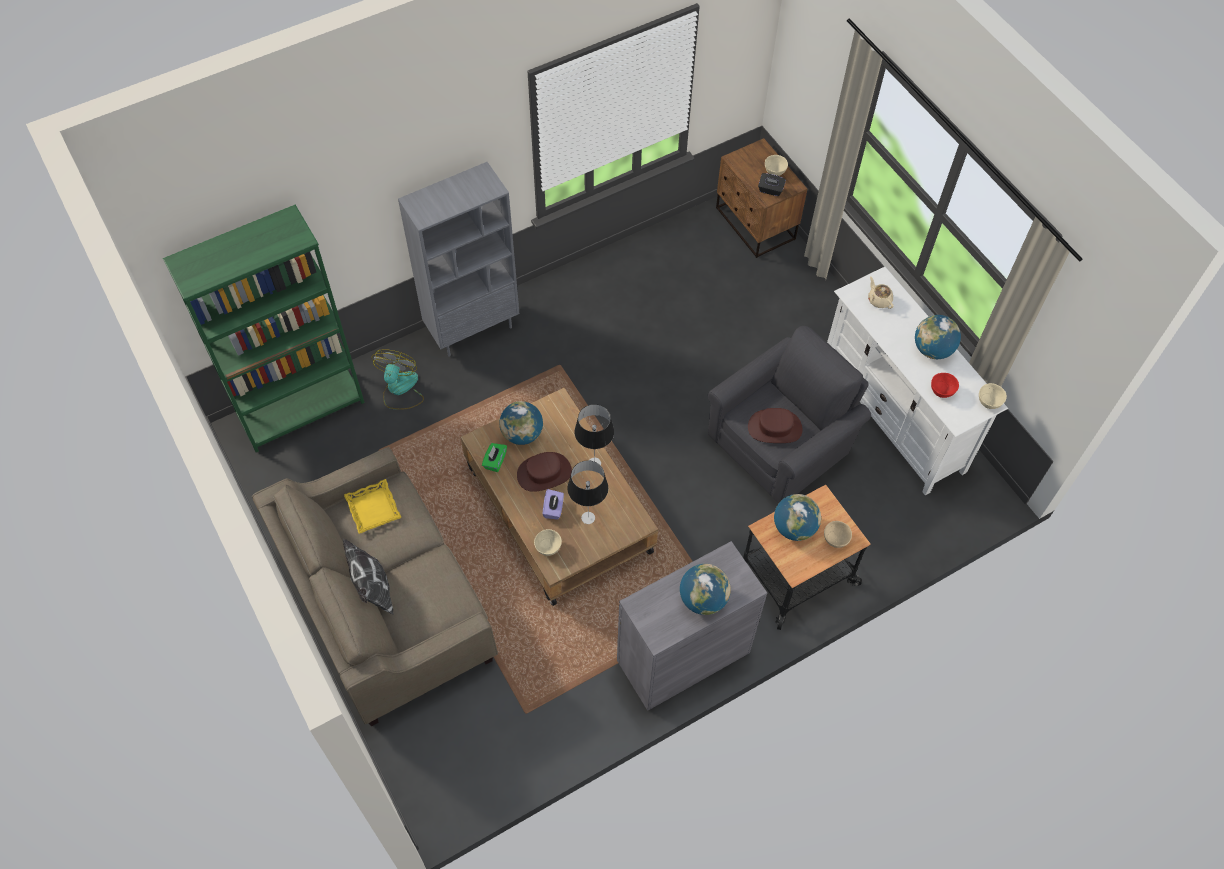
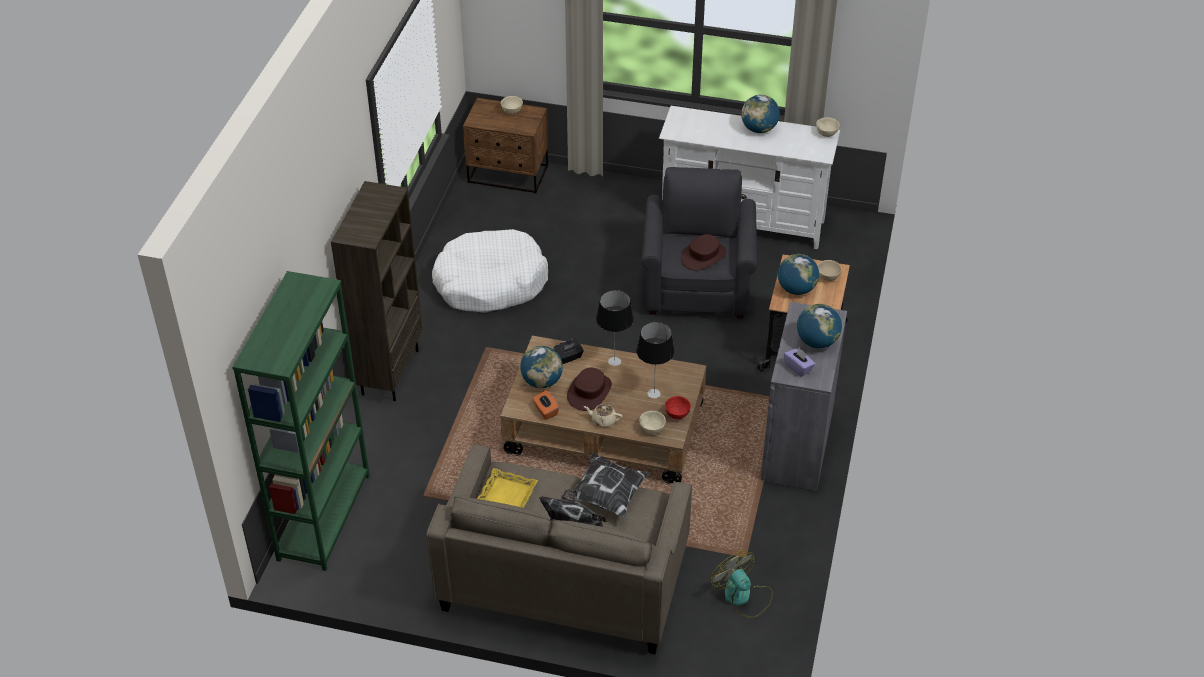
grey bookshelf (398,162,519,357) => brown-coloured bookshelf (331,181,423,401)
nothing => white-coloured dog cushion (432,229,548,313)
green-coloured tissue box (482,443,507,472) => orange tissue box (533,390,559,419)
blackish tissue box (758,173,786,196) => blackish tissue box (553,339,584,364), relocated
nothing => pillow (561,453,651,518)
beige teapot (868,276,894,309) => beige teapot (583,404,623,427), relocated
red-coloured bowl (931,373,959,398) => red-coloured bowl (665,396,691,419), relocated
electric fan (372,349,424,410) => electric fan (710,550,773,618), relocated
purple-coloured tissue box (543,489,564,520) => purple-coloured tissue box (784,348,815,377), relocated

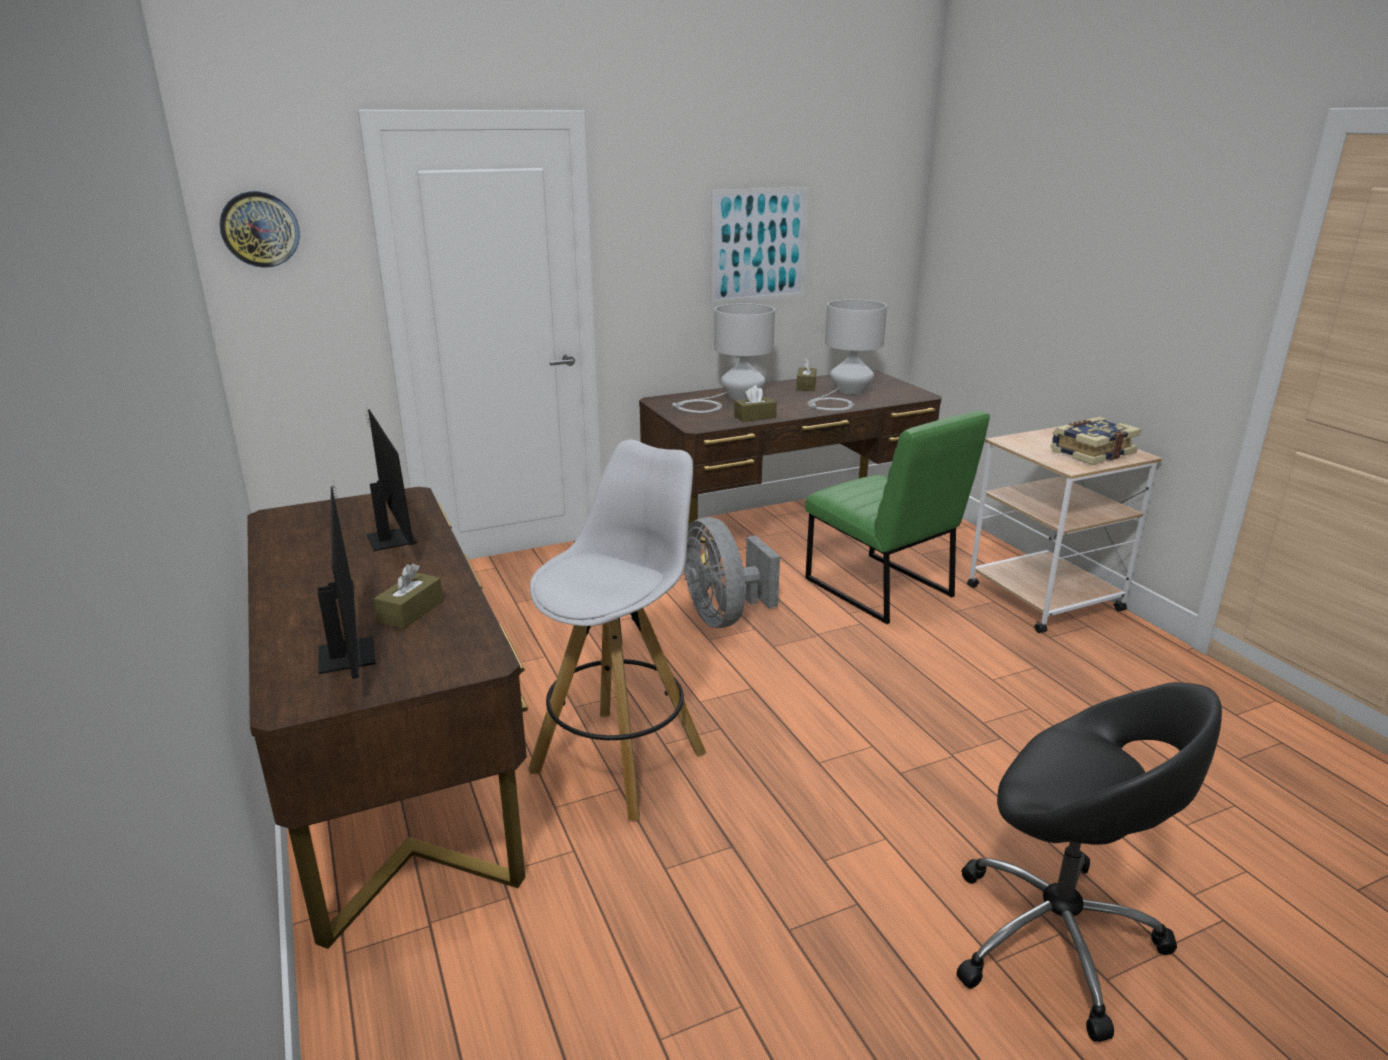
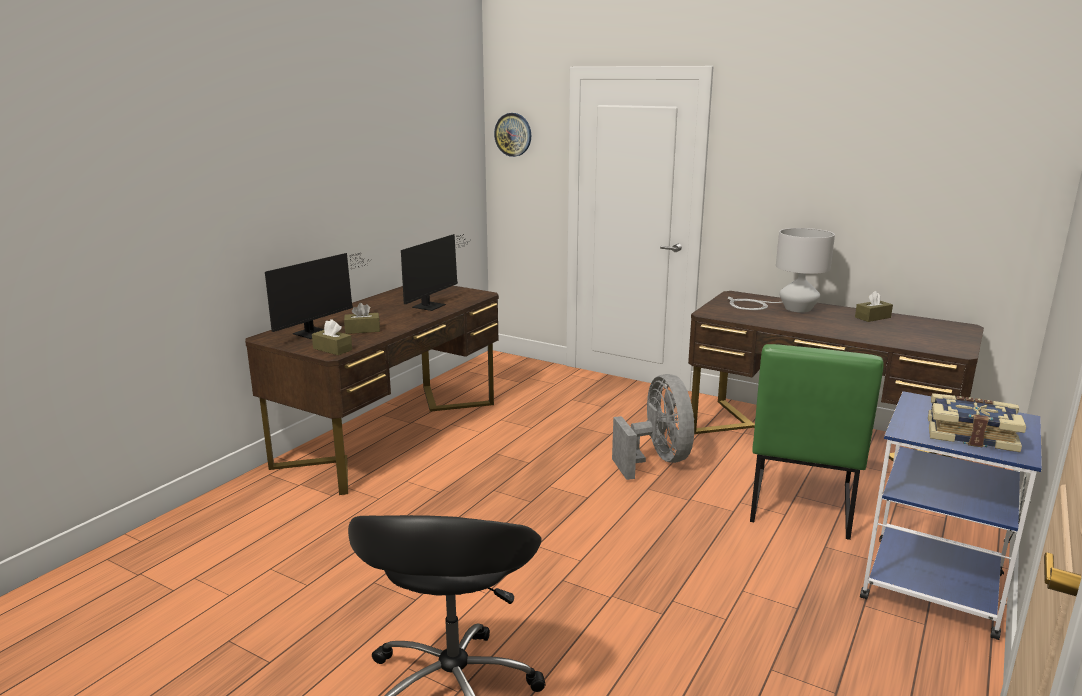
brown-coloured tissue box (734,385,777,422) => brown-coloured tissue box (312,319,352,355), relocated
grey electric fan (683,517,780,628) => grey electric fan (612,374,694,480), 135 degrees clockwise
beige wheeled cart (967,426,1162,633) => bluish wheeled cart (860,391,1042,640)
white-coloured stool (528,440,706,821) => nothing
picture (710,187,809,304) => nothing
white-coloured tabletop lamp (808,299,887,411) => nothing

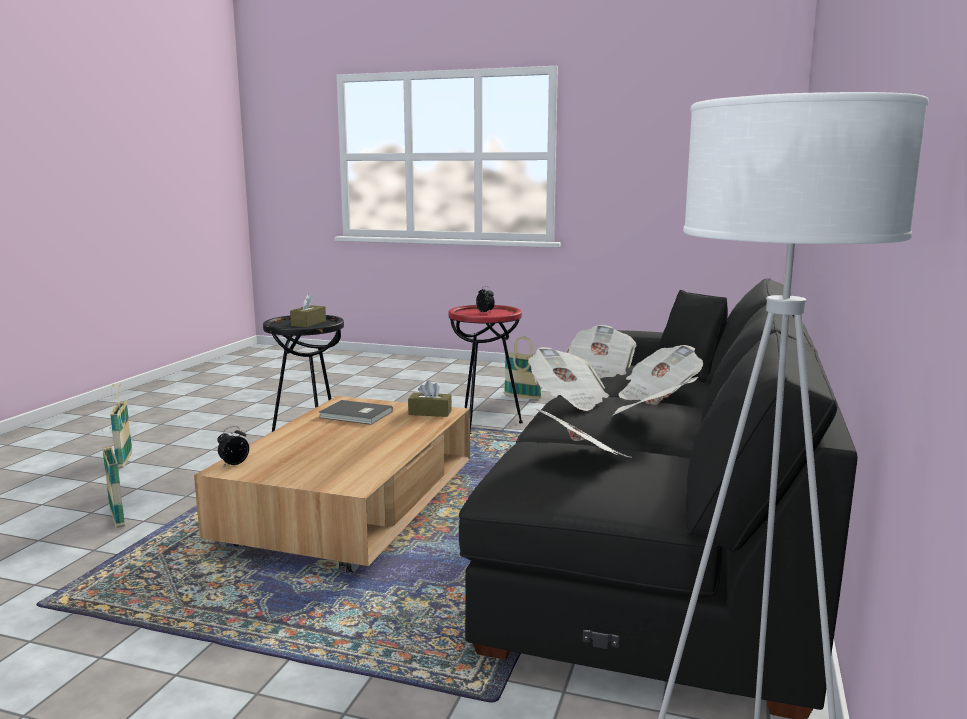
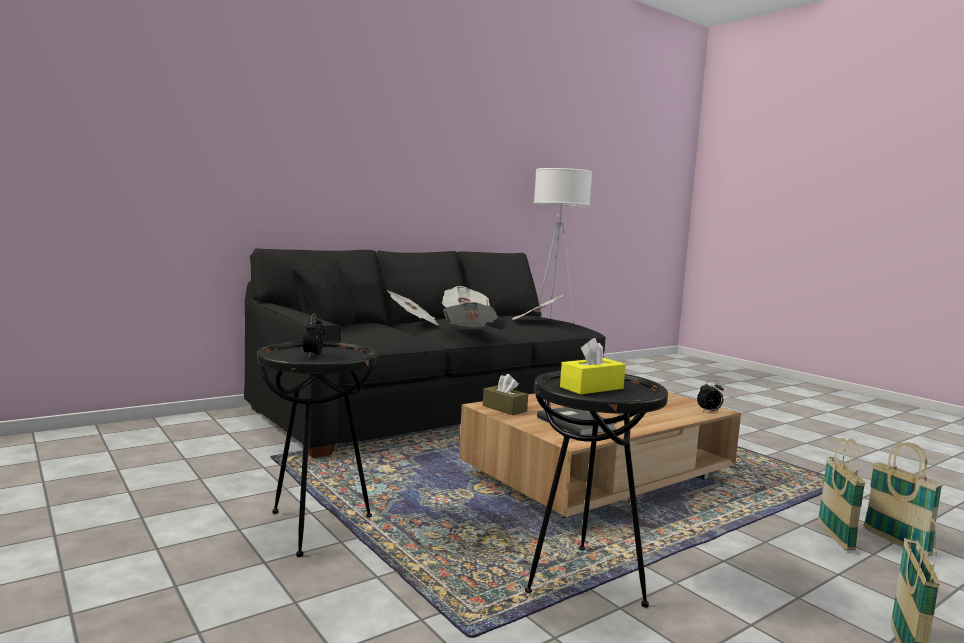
red-coloured accent table (448,305,523,434) => blackish accent table (257,341,376,557)
brown-coloured tissue box (290,294,326,327) => yellow tissue box (560,338,626,395)
basket (504,337,541,400) => basket (863,442,943,556), relocated
newspaper (567,325,637,379) => nothing

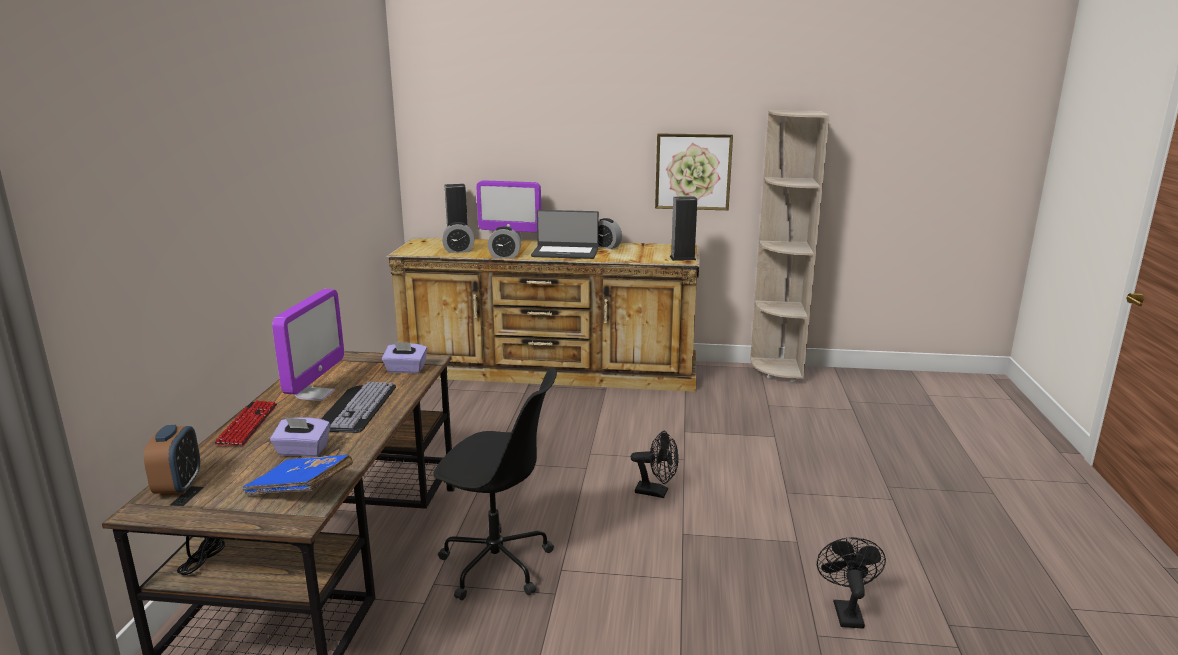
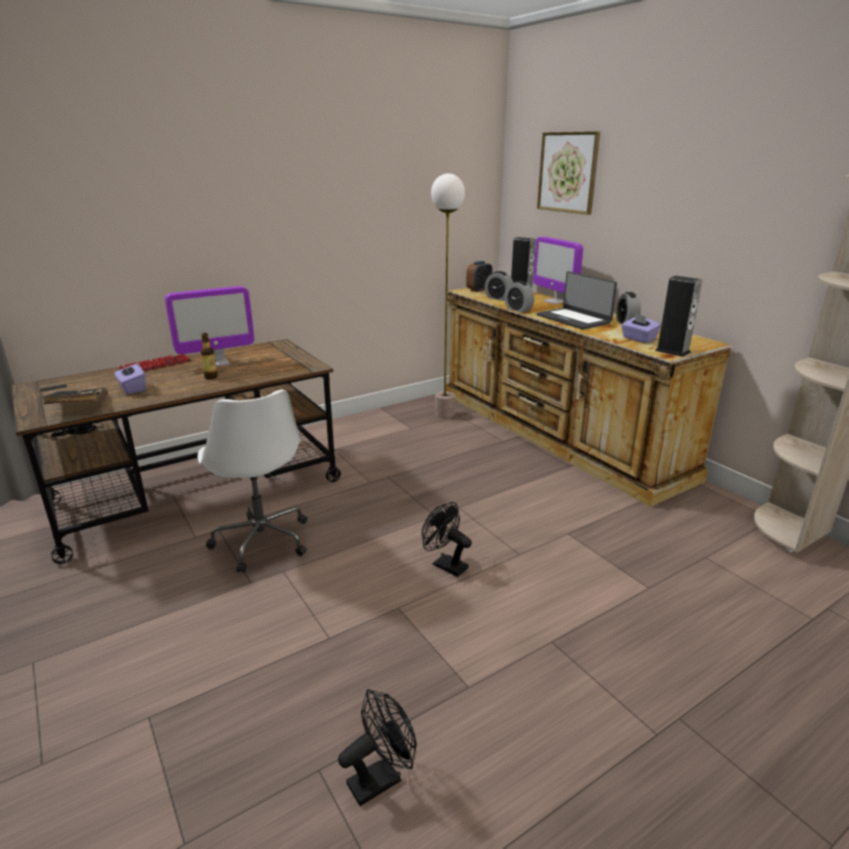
bluish volume (242,455,353,495) => blackish volume (42,388,108,404)
blackish office chair (433,368,557,600) => white-coloured office chair (198,390,308,573)
computer keyboard (321,382,396,433) => drink bottle (201,333,218,379)
blackish electric fan (631,431,679,498) => blackish electric fan (422,502,472,577), 150 degrees clockwise
nothing => floor lamp (431,173,465,418)
bedside clock (144,425,200,496) => bedside clock (466,261,493,292), relocated
picture (655,134,733,210) => picture (537,131,600,215), relocated
purple-coloured tissue box (382,342,427,373) => purple-coloured tissue box (621,314,661,343), relocated

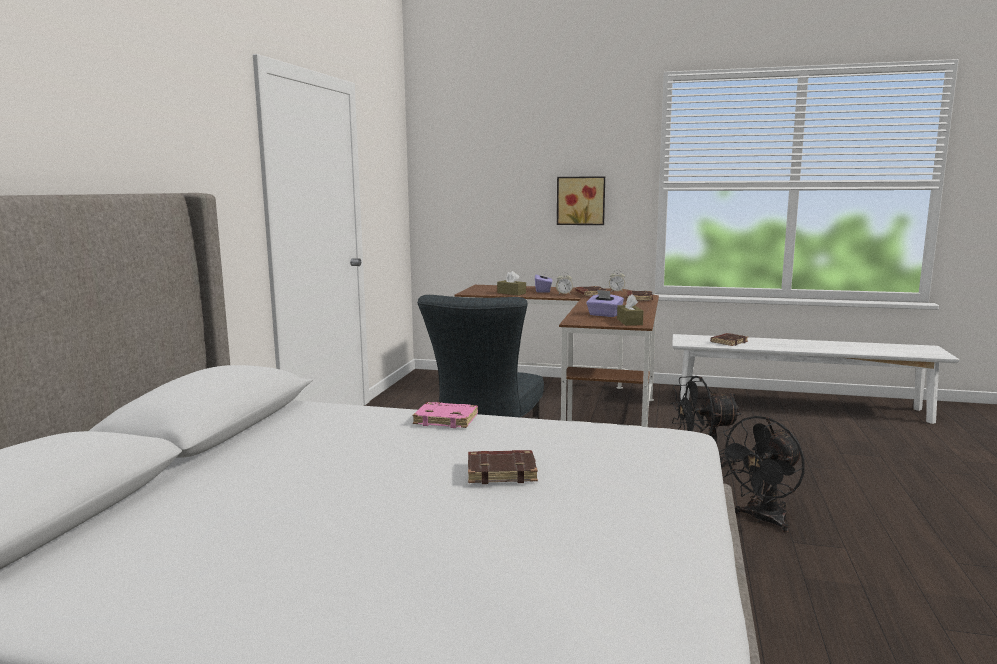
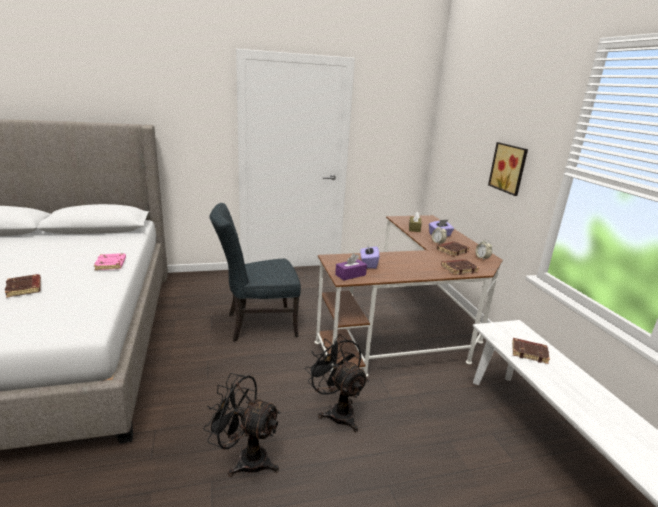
brown-coloured tissue box (617,294,643,326) => purple-coloured tissue box (335,253,367,280)

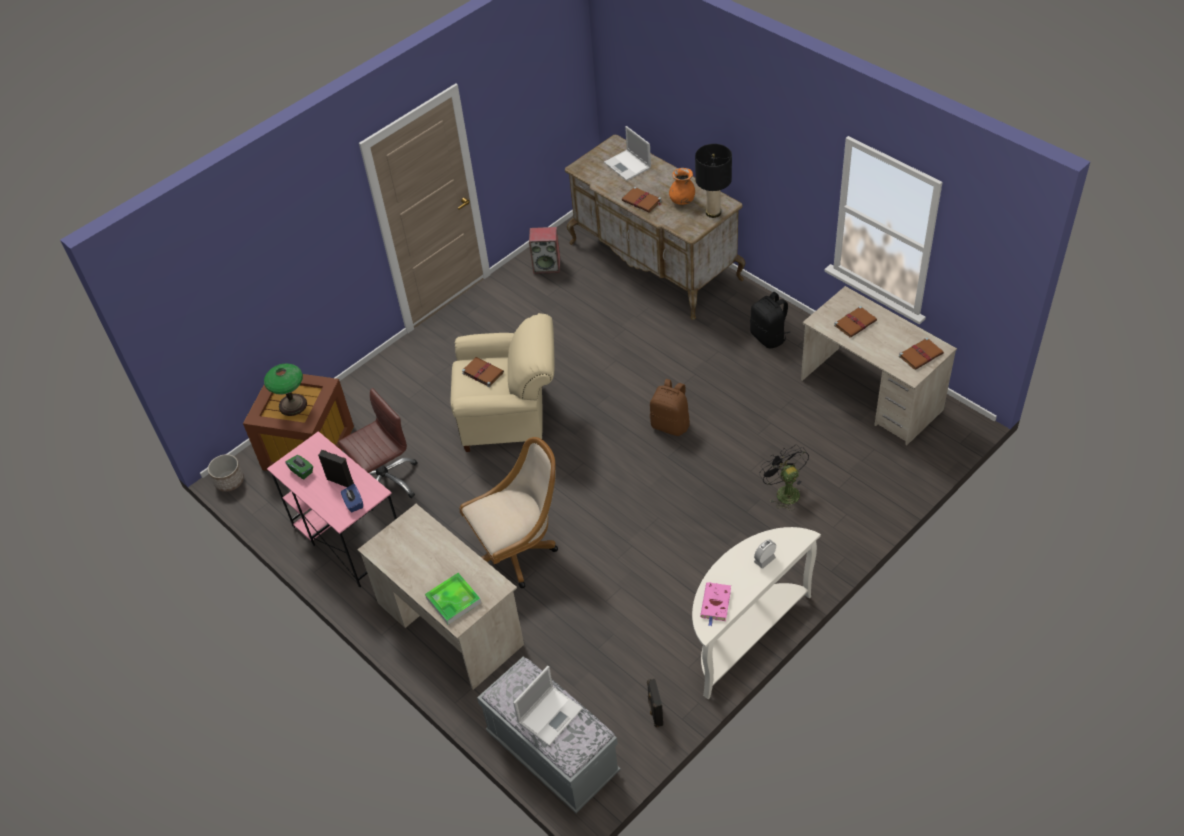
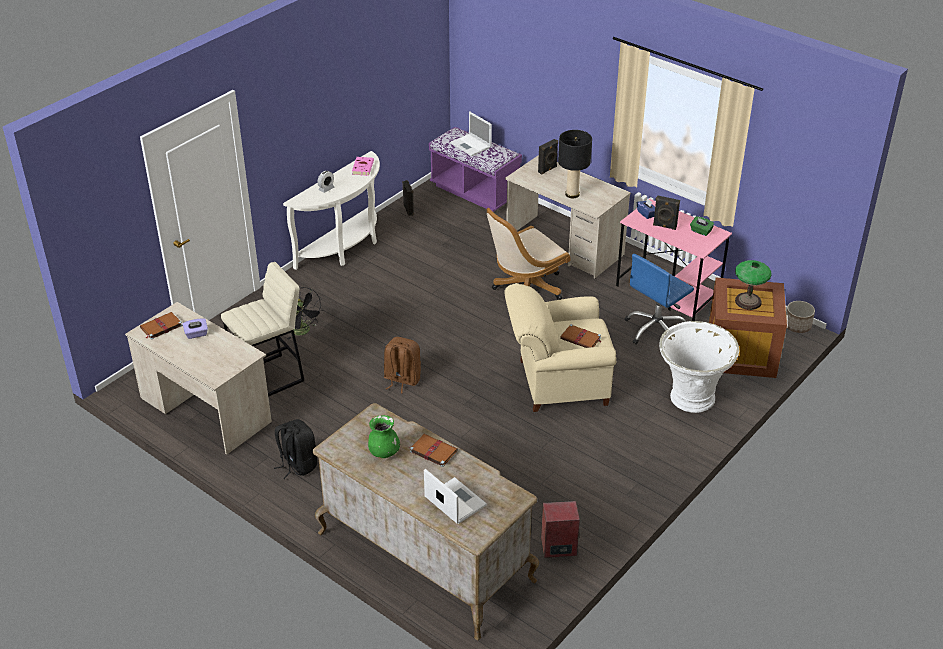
nothing => purple-coloured tissue box (182,318,208,339)
nothing => beige stool (221,262,304,397)
orange decorative vase (669,168,695,205) => green-coloured decorative vase (368,415,400,458)
grey bench (477,657,621,813) => purple-coloured bench (429,127,522,212)
portable computer (513,666,583,746) => portable computer (450,112,492,156), 75 degrees counterclockwise
serving tray (425,573,481,625) => blackish loudspeaker (538,139,558,175)
blackish tabletop lamp (695,144,732,218) => blackish tabletop lamp (558,130,592,198), relocated
brown-coloured office chair (338,388,417,511) => bluish office chair (624,254,694,345)
nothing => white-coloured flower pot (659,321,739,413)
brown-coloured volume (834,306,877,338) => nothing

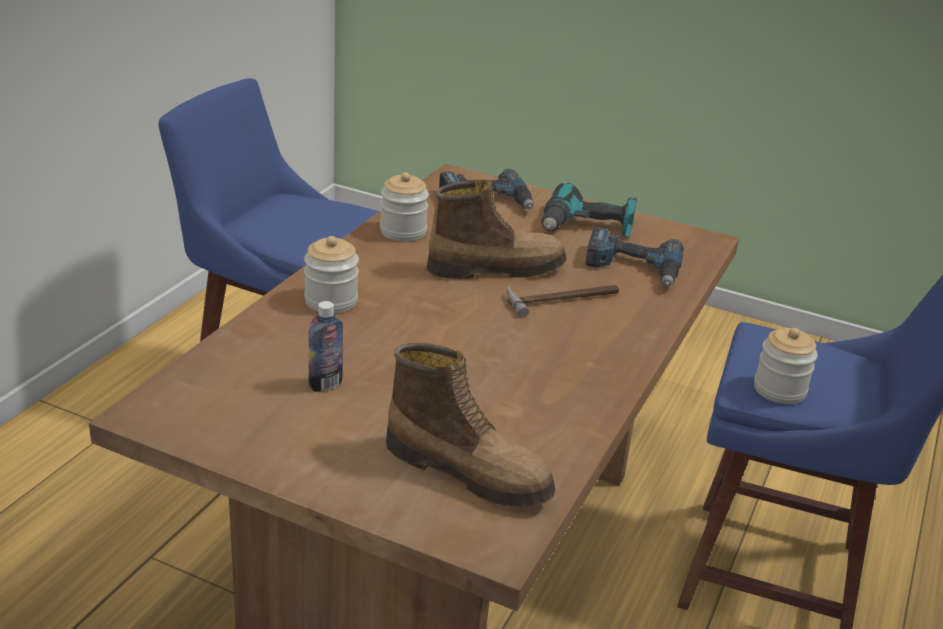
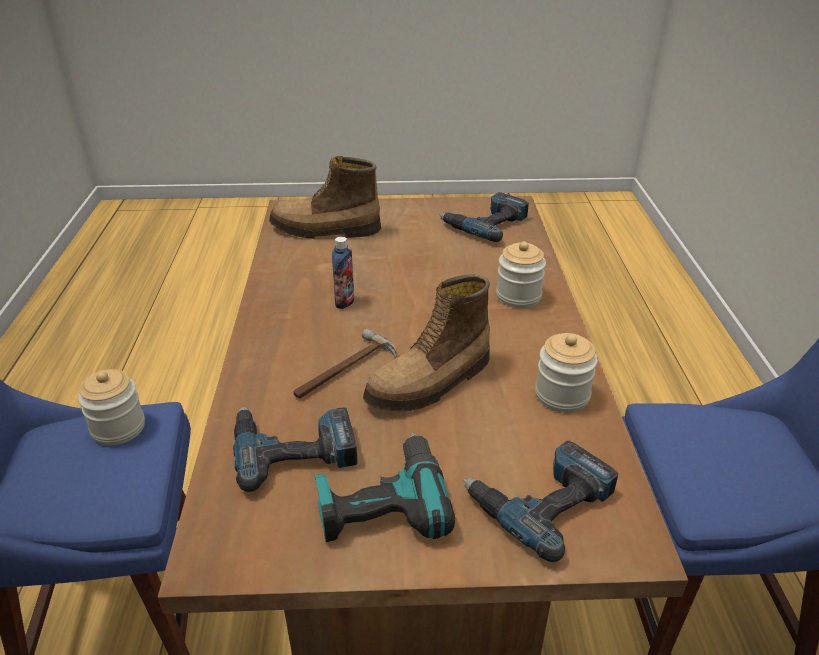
drink bottle (308,301,343,392) => drink bottle (332,237,354,309), relocated
nothing => power drill (440,192,529,242)

